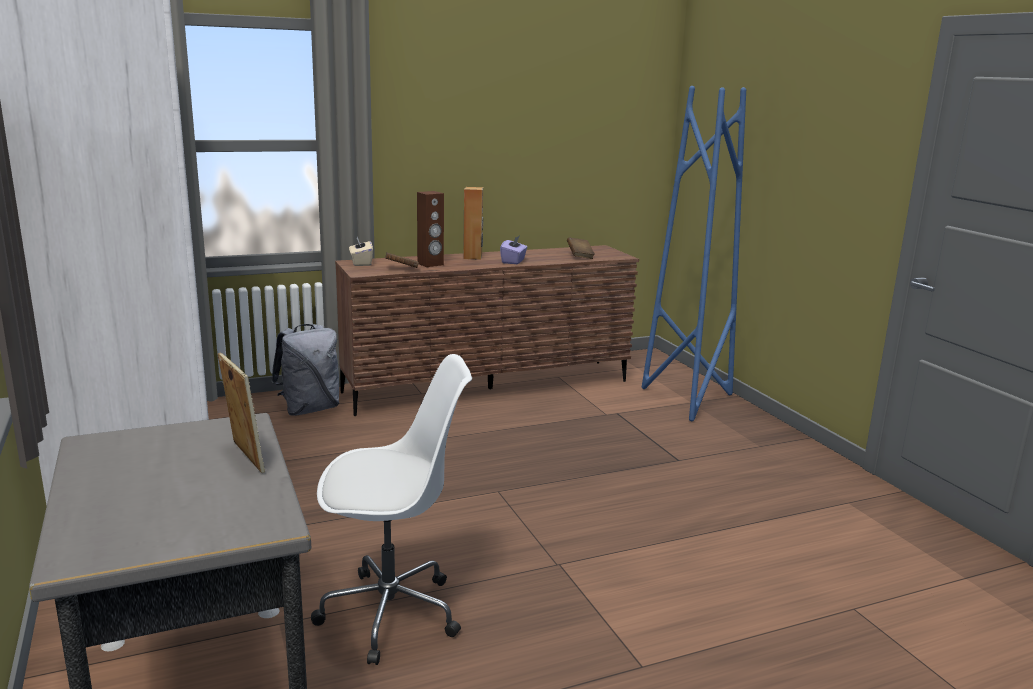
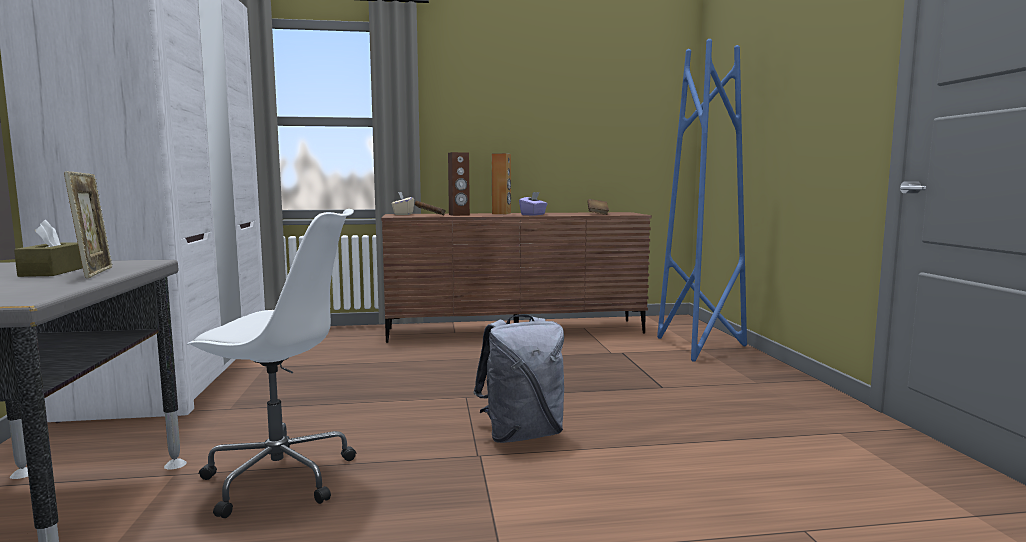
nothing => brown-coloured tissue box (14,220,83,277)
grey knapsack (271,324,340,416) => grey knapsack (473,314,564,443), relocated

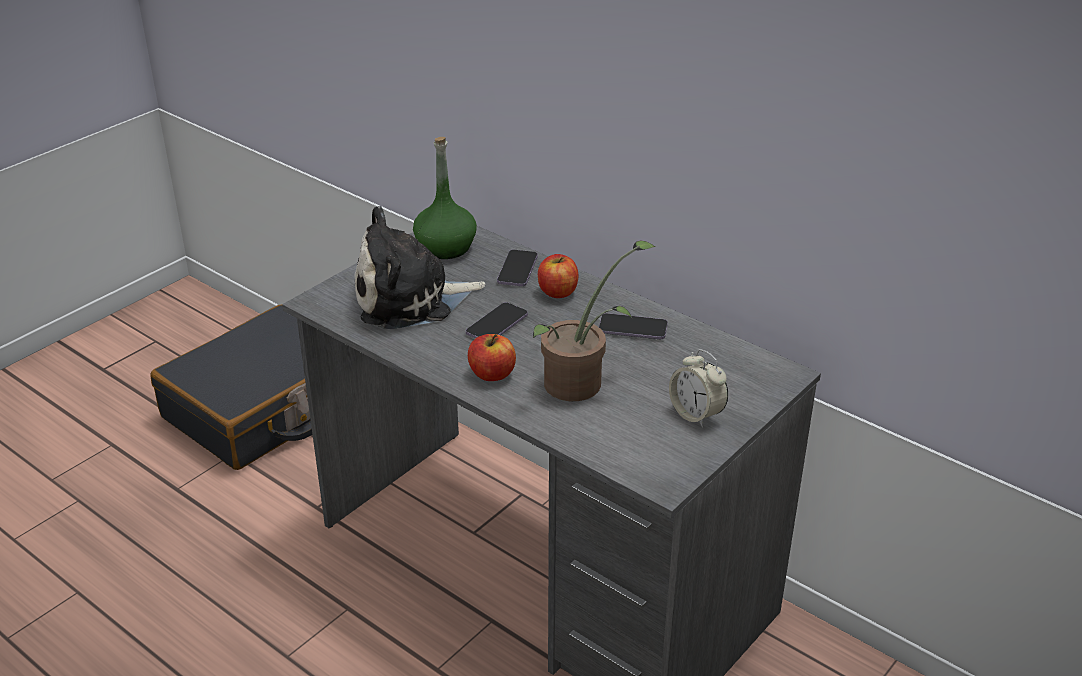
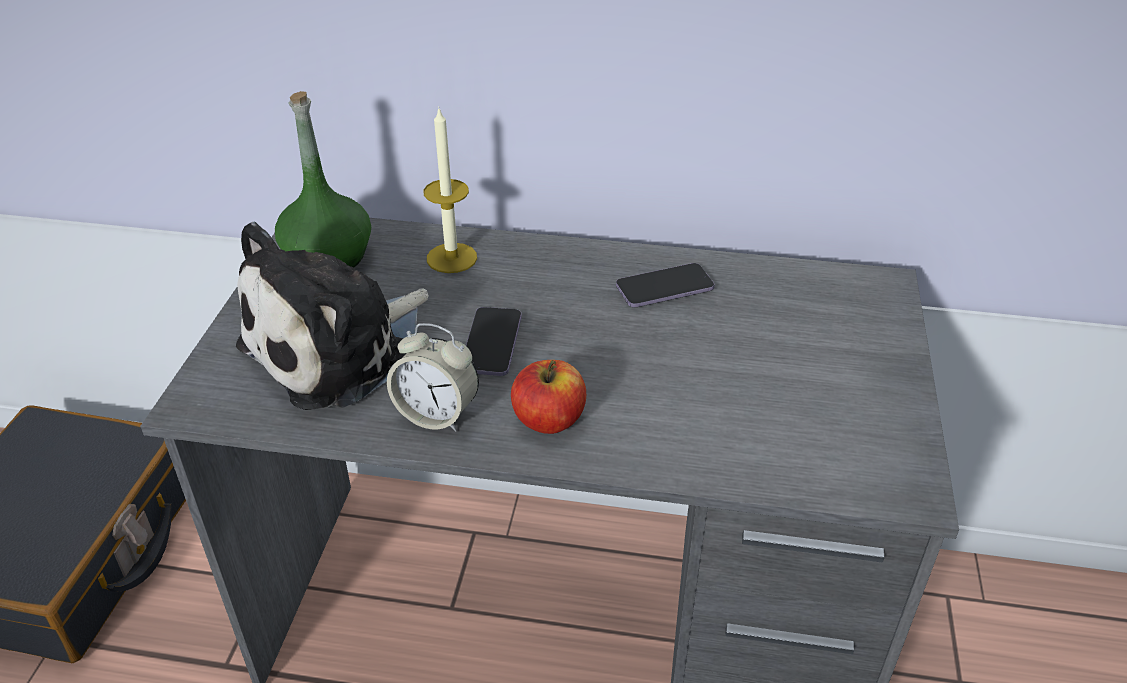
bedside clock (669,349,728,428) => bedside clock (387,323,479,432), relocated
handset (497,250,538,286) => wax light (424,106,477,273)
houseplant (533,241,655,401) => nothing
apple (538,254,578,298) => nothing

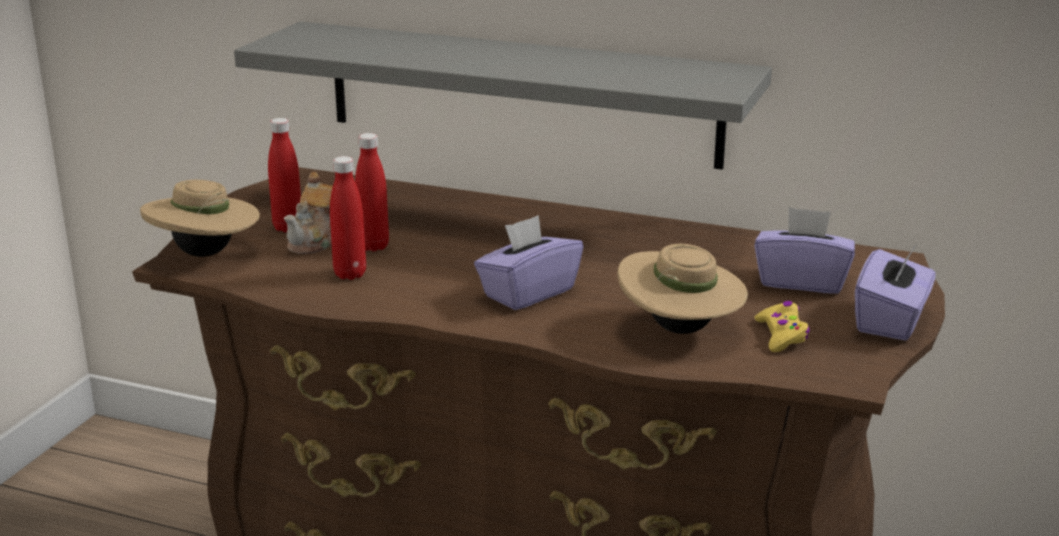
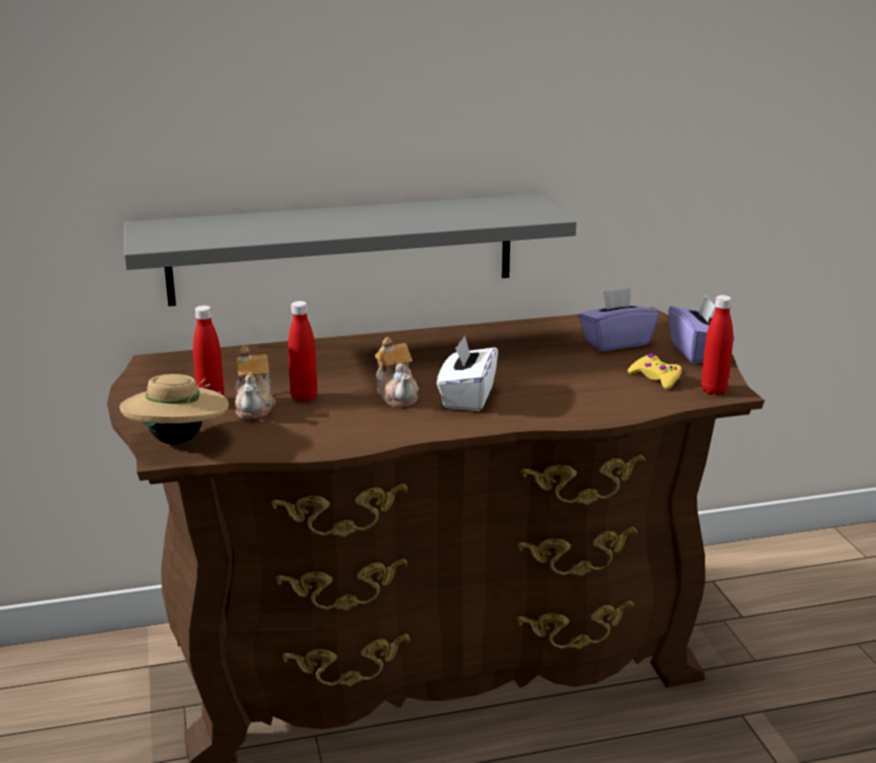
nothing => teapot (375,337,419,408)
purple-coloured tissue box (474,215,584,310) => white-coloured tissue box (437,335,498,411)
red-coloured drink bottle (330,156,366,280) => red-coloured drink bottle (701,295,733,395), relocated
beige hat (617,244,748,334) => nothing

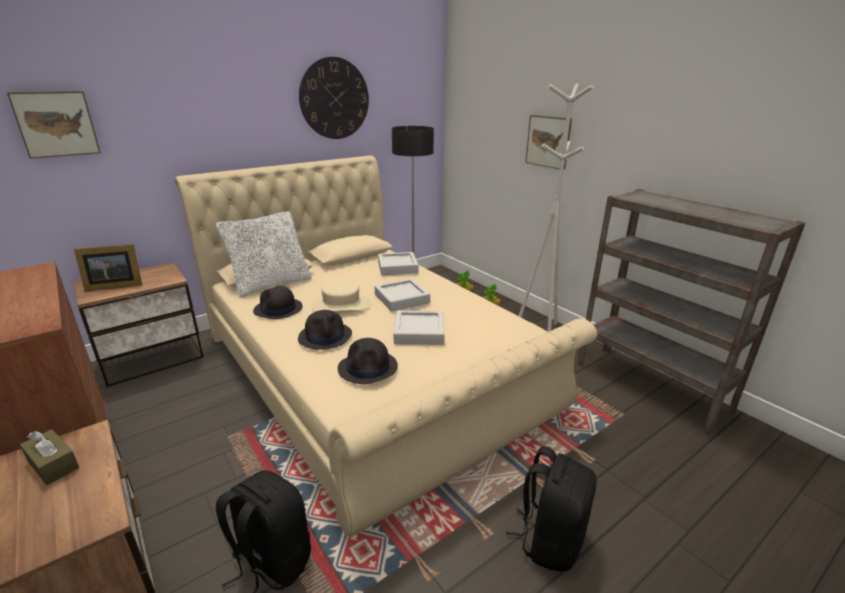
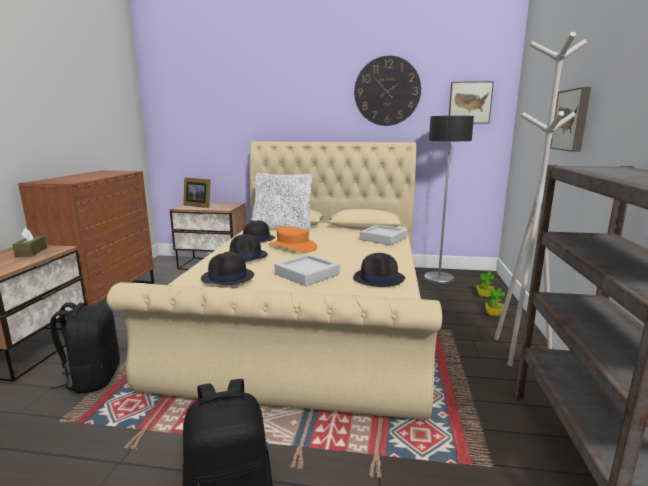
beige hat (311,282,371,312) => orange hat (268,226,317,252)
nothing => blackish hat (353,253,405,287)
picture (7,91,101,159) => picture (449,81,494,123), relocated
grey serving tray (374,278,430,312) => nothing

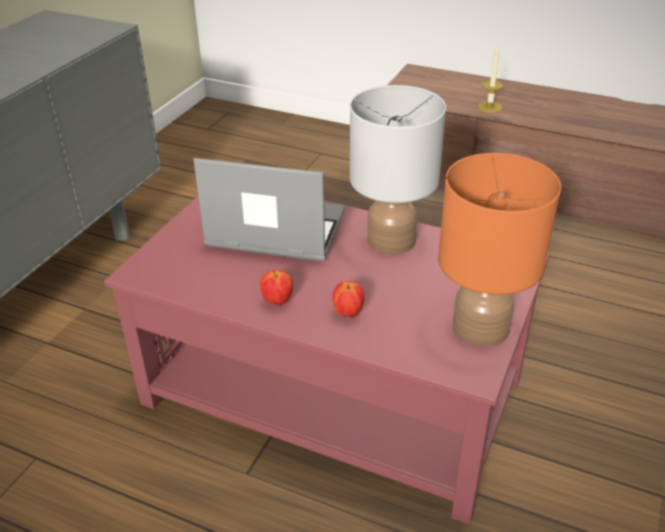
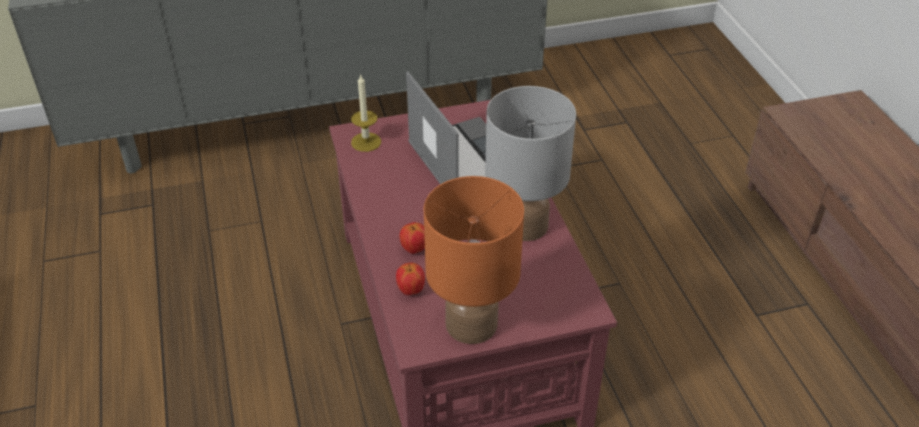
wax light (477,44,503,113) => wax light (351,74,381,152), relocated
apple (260,270,293,305) => apple (396,263,425,295), relocated

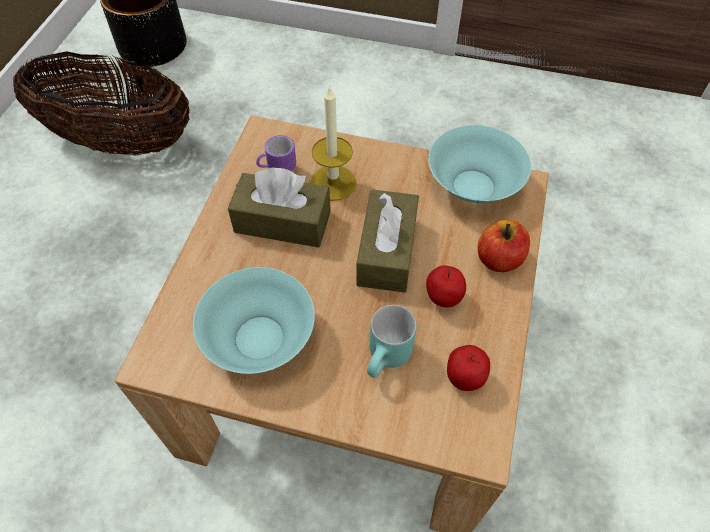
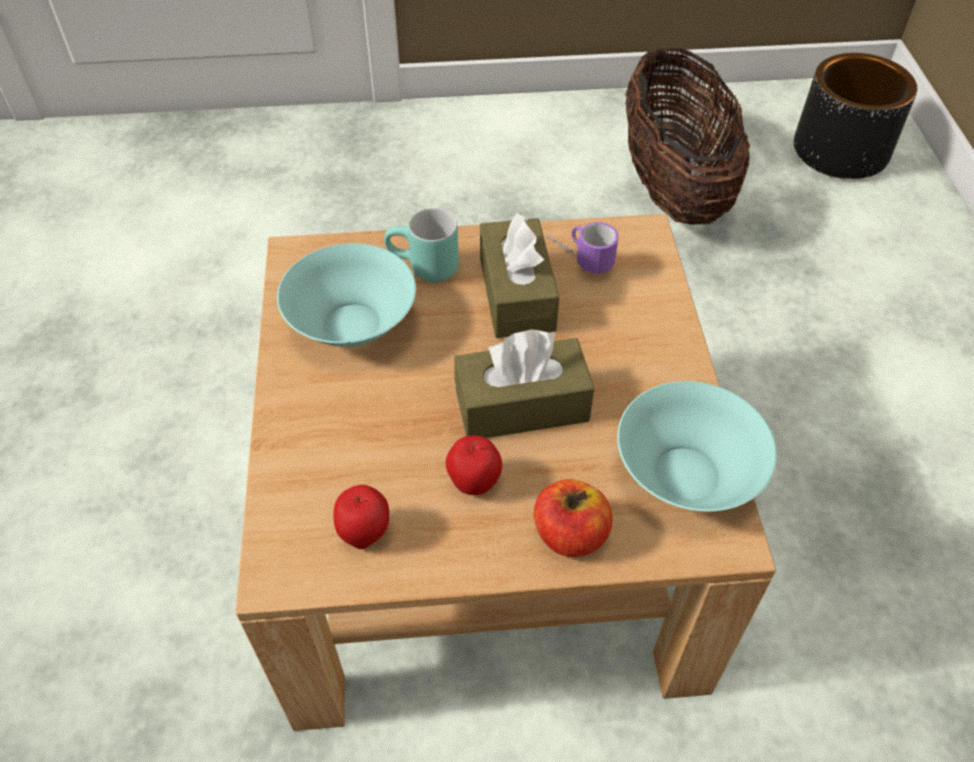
blue-green tea mug (367,305,417,378) => blue-green tea mug (384,208,459,283), relocated
wax light (311,85,356,201) => nothing

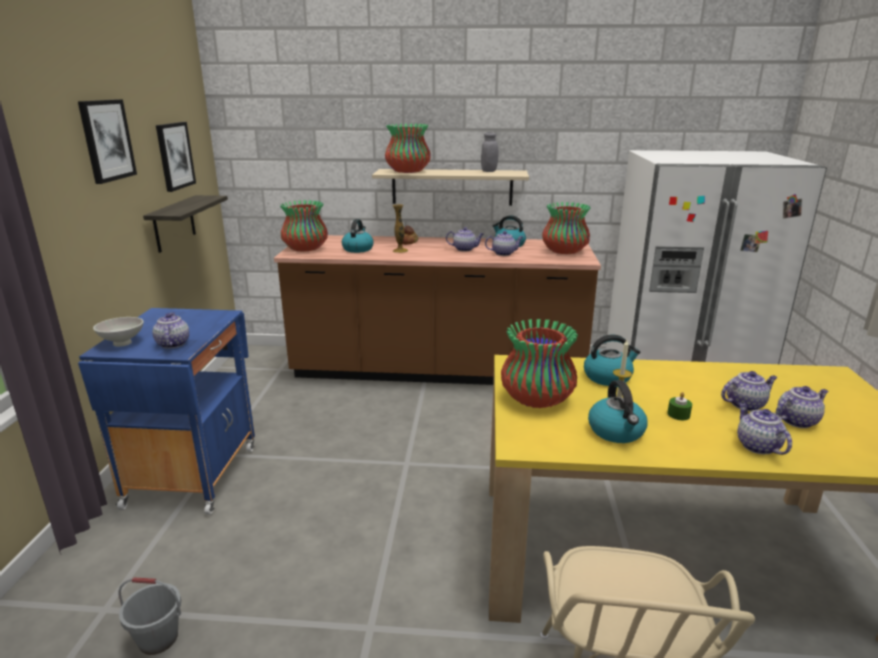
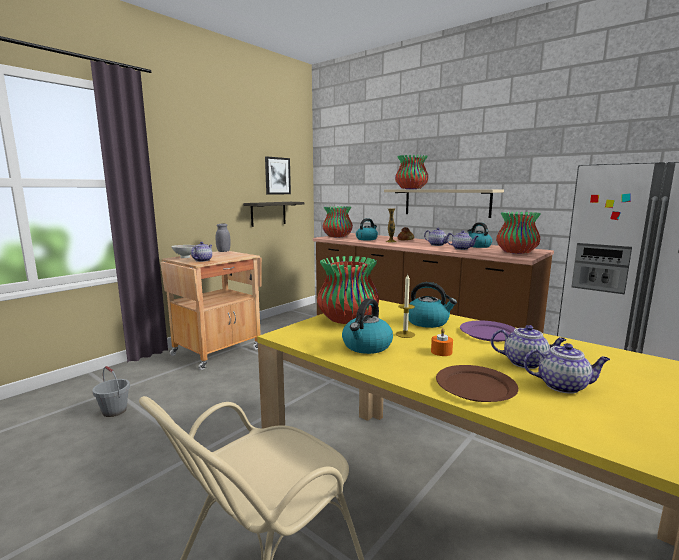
bluish wheeled cart (78,308,255,515) => brown-coloured wheeled cart (160,251,262,370)
grey preserve jar (481,132,499,172) => grey preserve jar (216,223,231,252), relocated
green-coloured wax light (667,392,692,420) => orange wax light (431,328,453,356)
teapot (737,403,792,455) => brown-coloured flat dish (436,365,519,402)
nothing => purple-coloured flat dish (460,321,516,342)
picture (78,99,137,184) => nothing

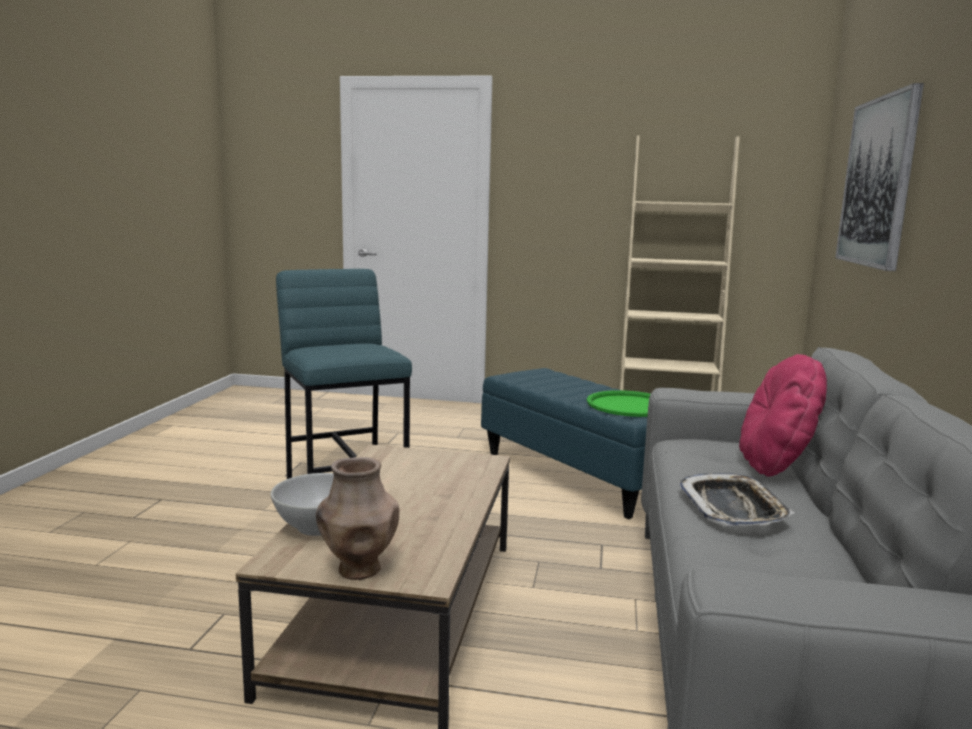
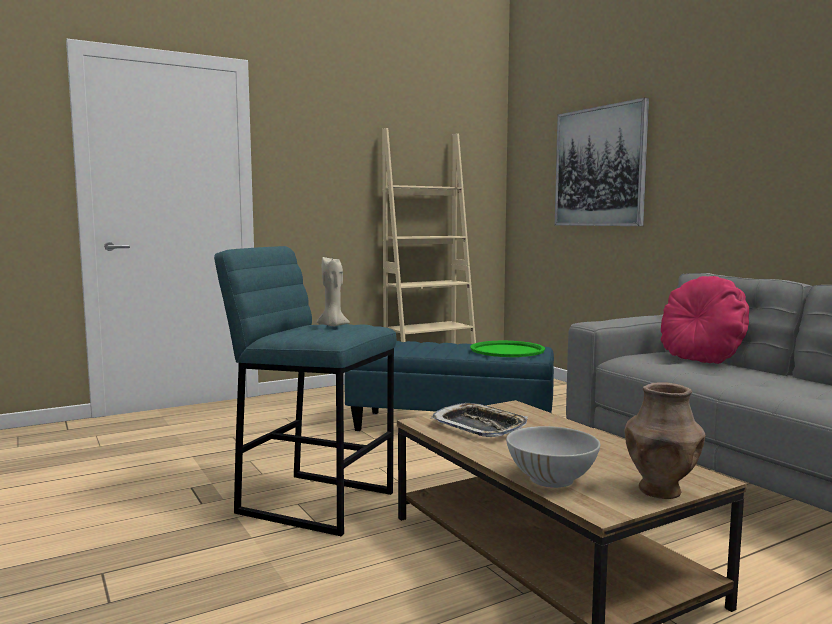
nothing => beige wax light (317,257,350,326)
serving tray (679,473,794,526) => serving tray (431,403,528,437), relocated

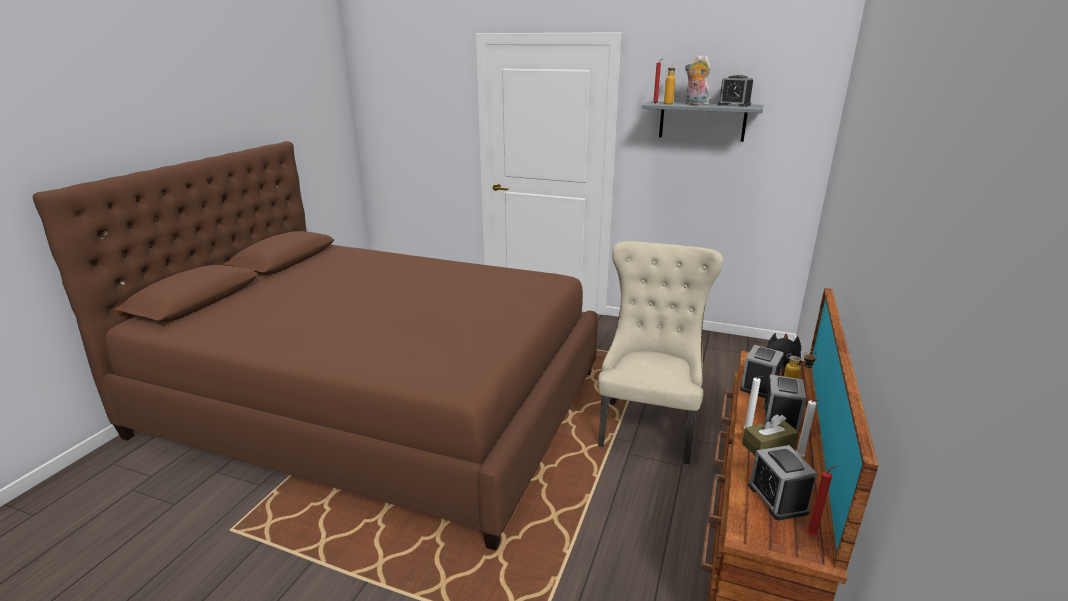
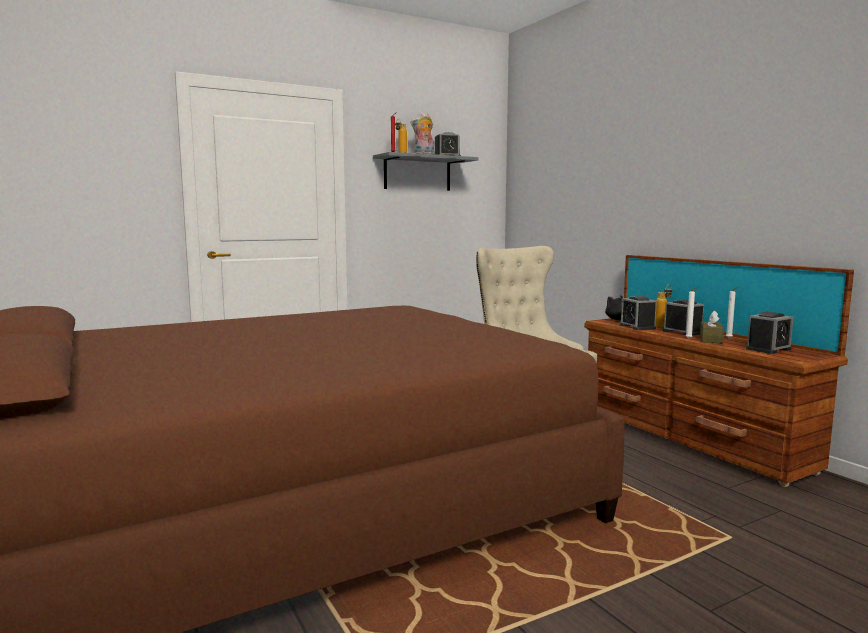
bedside clock (748,445,817,520) => bedside clock (746,312,793,354), 60 degrees counterclockwise
red-coloured wax light (807,465,838,536) => nothing

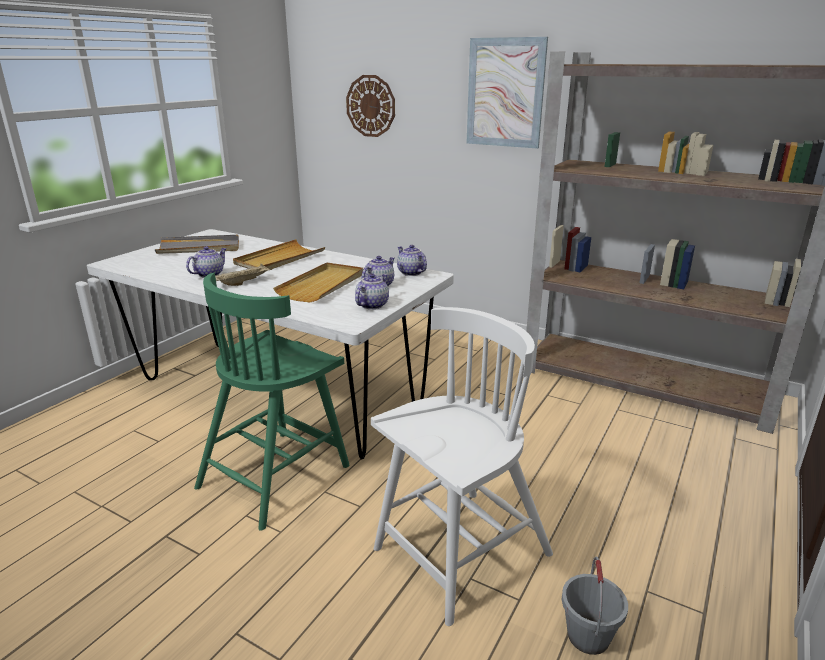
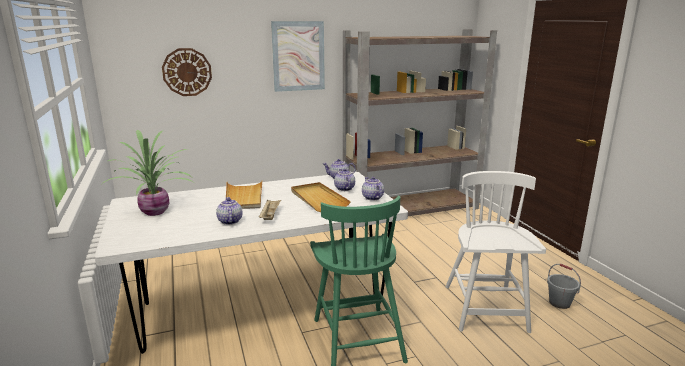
grey serving tray (155,235,239,254) => houseplant (100,130,193,216)

